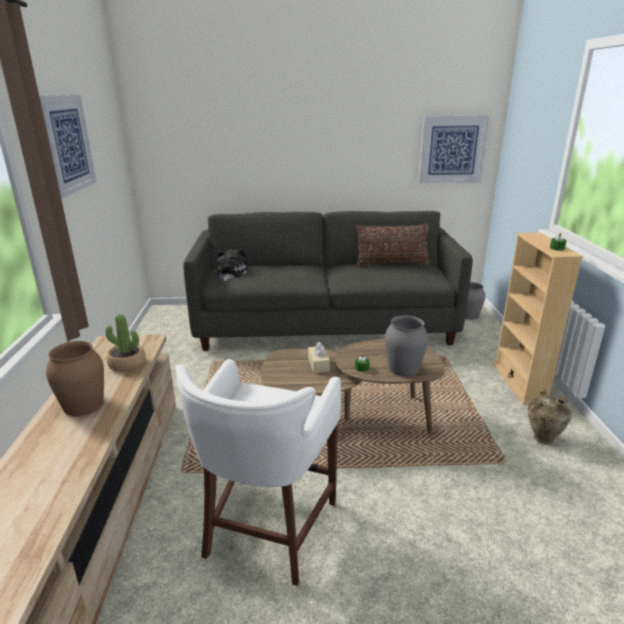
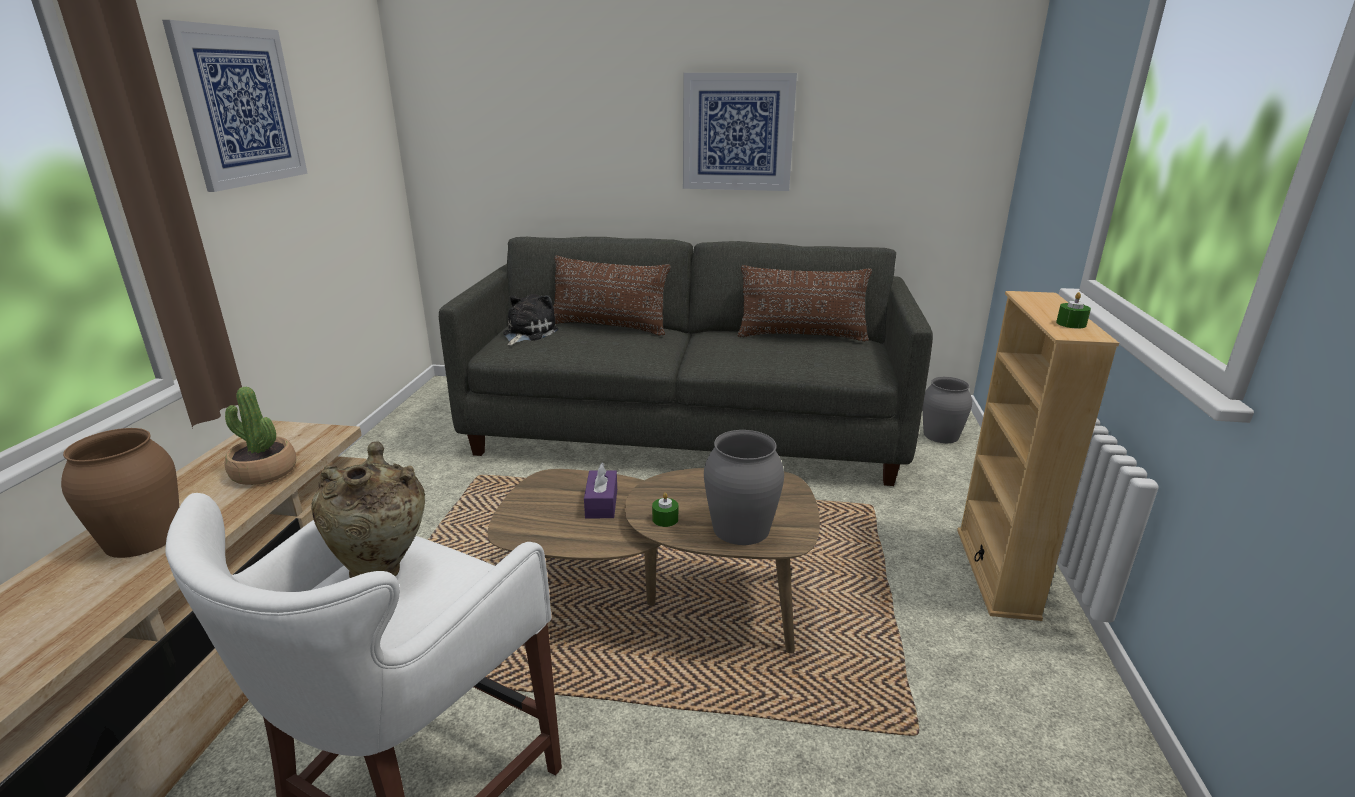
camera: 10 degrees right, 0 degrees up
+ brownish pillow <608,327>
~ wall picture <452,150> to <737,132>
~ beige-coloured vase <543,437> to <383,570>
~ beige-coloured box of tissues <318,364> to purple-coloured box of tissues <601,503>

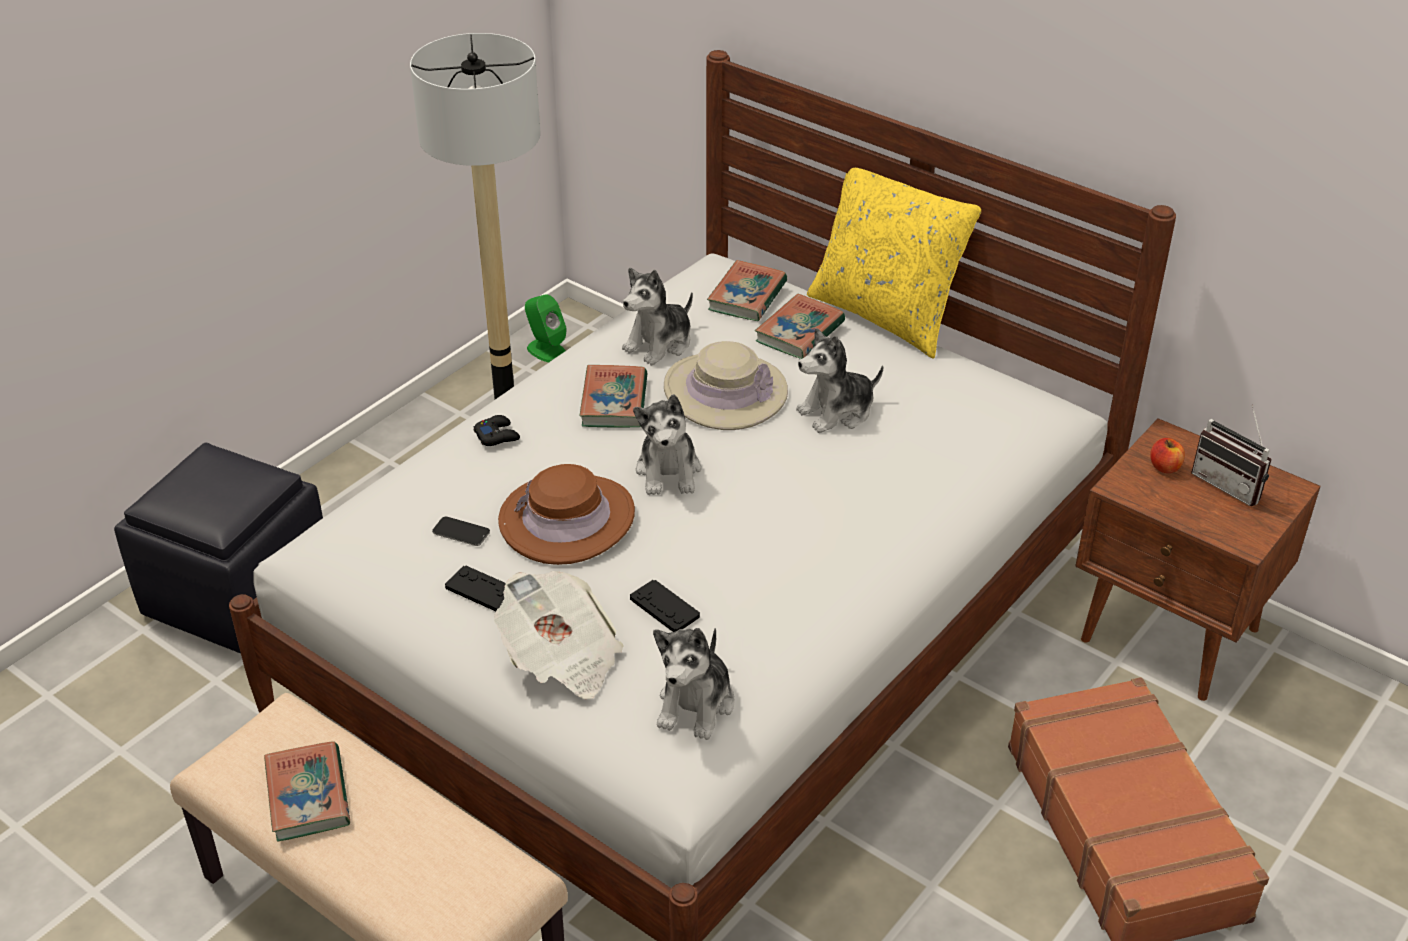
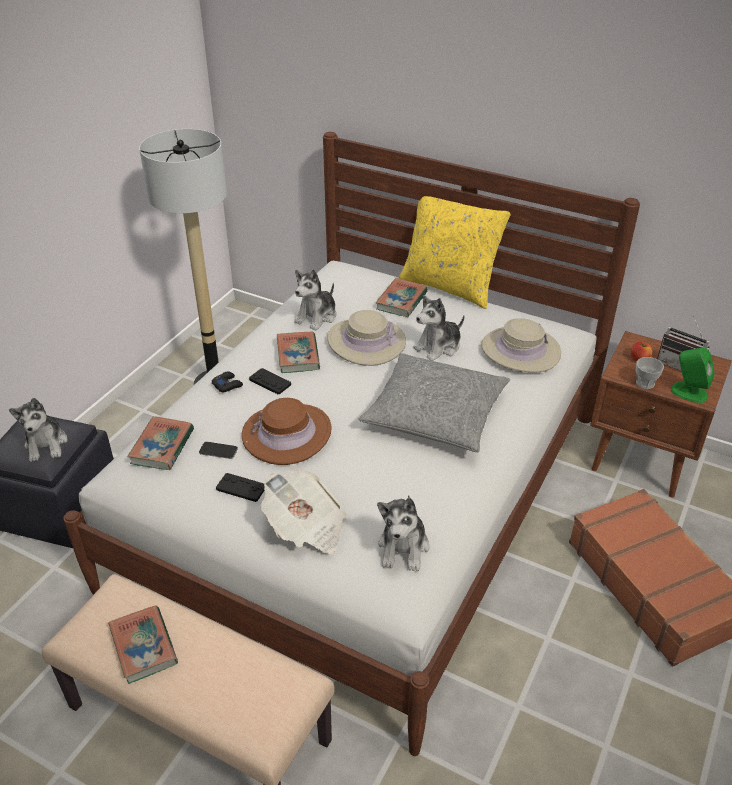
camera: 10 degrees left, 0 degrees up
+ grey pillow <435,413>
+ beige-coloured wearable hat <520,350>
+ cup <645,383>
~ green audio speaker <546,350> to <688,392>
~ blackish gamepad <664,607> to <270,382>
~ soft toy <669,471> to <46,444>
~ bound book <747,296> to <162,447>

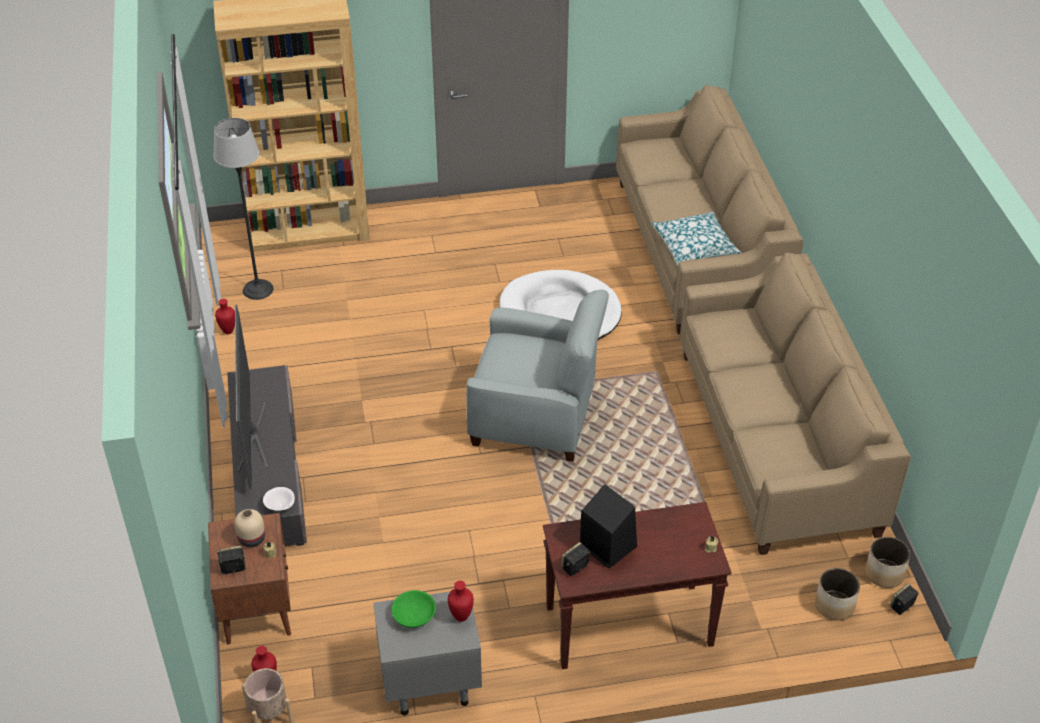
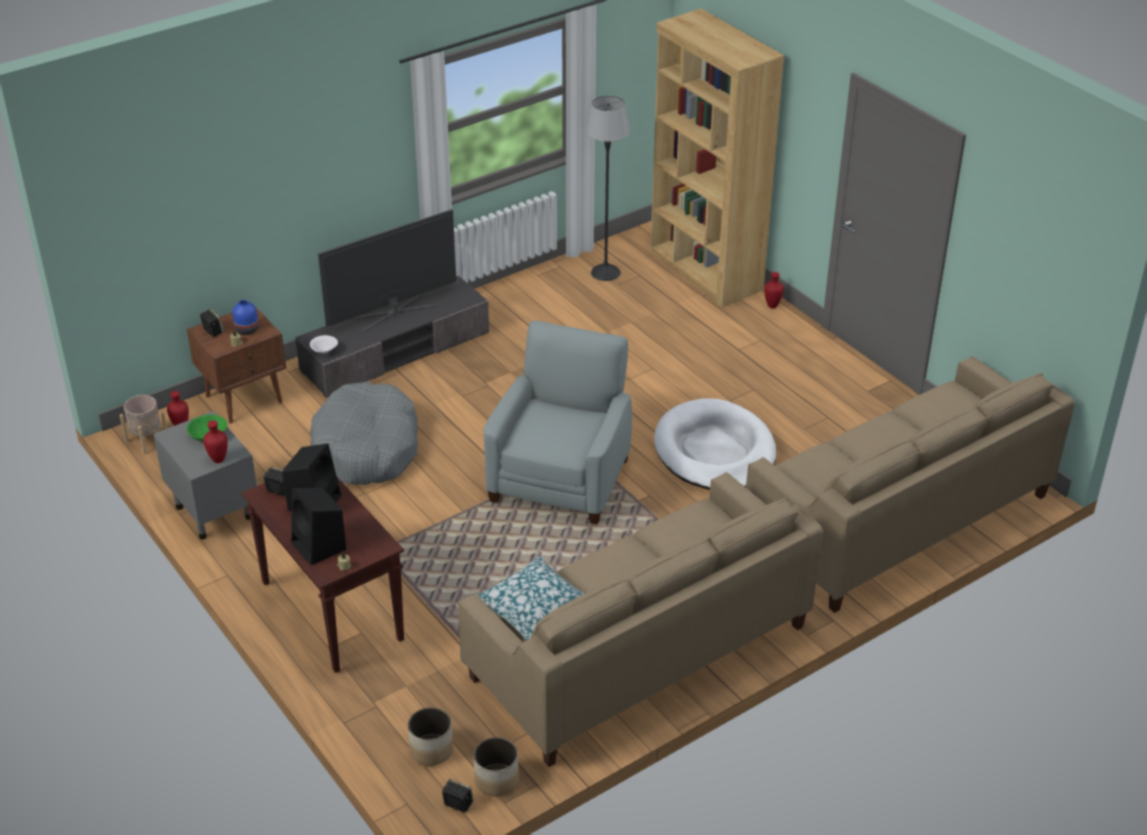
camera: 65 degrees right, 5 degrees down
+ blackish audio speaker <320,546>
+ grey dog cushion <367,448>
~ red-coloured vase <228,331> to <773,306>
~ pillow <694,246> to <535,610>
~ beige-coloured vase <252,538> to blue-coloured vase <247,329>
~ grey lounge chair <536,416> = <561,478> 150 degrees counterclockwise

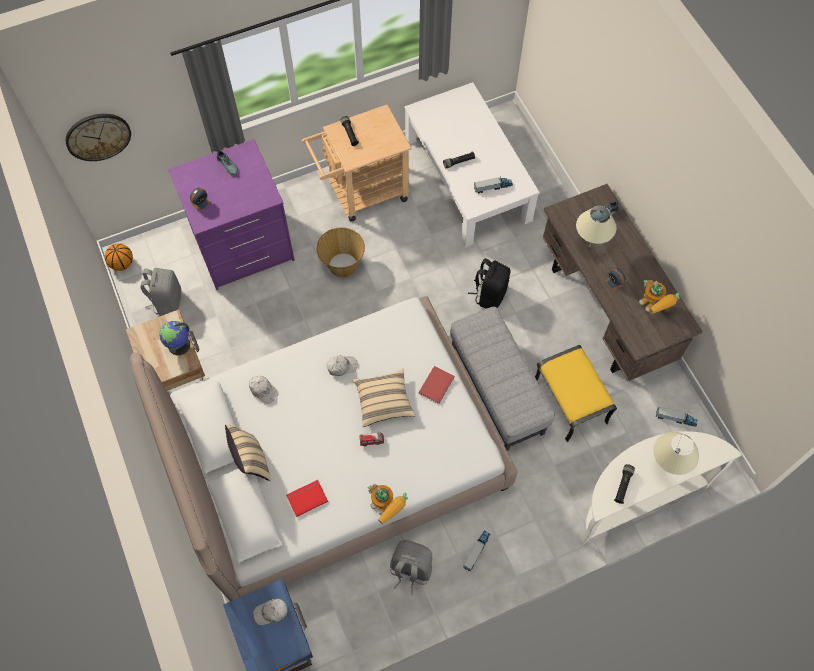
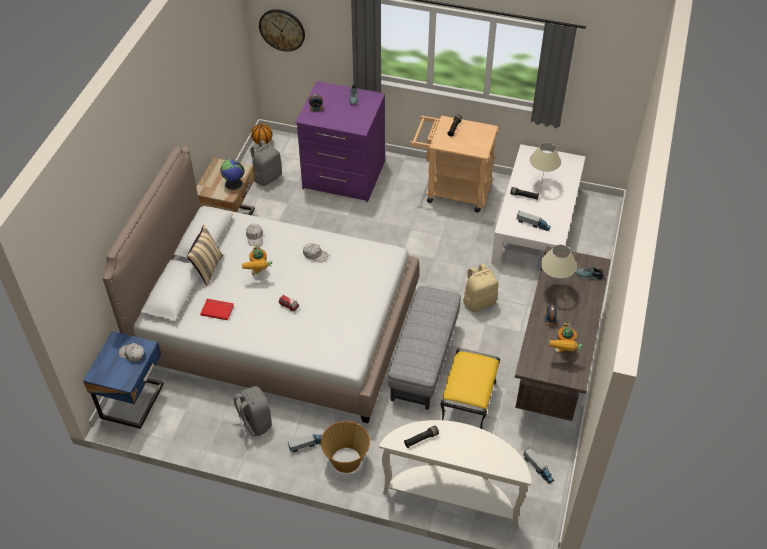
camera: 40 degrees right, 15 degrees down
- beige-coloured pillow <383,401>
- red-coloured bound book <435,385>
~ storage basket <342,264> to <346,459>
~ toy robot <387,509> to <259,274>
~ beige-coloured lamp for a table <665,467> to <541,184>
~ blackish knapsack <489,294> to beige-coloured knapsack <479,301>

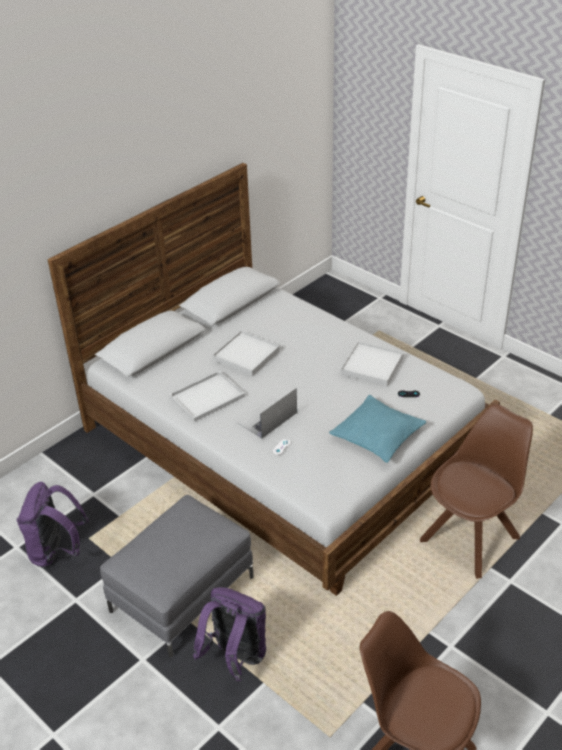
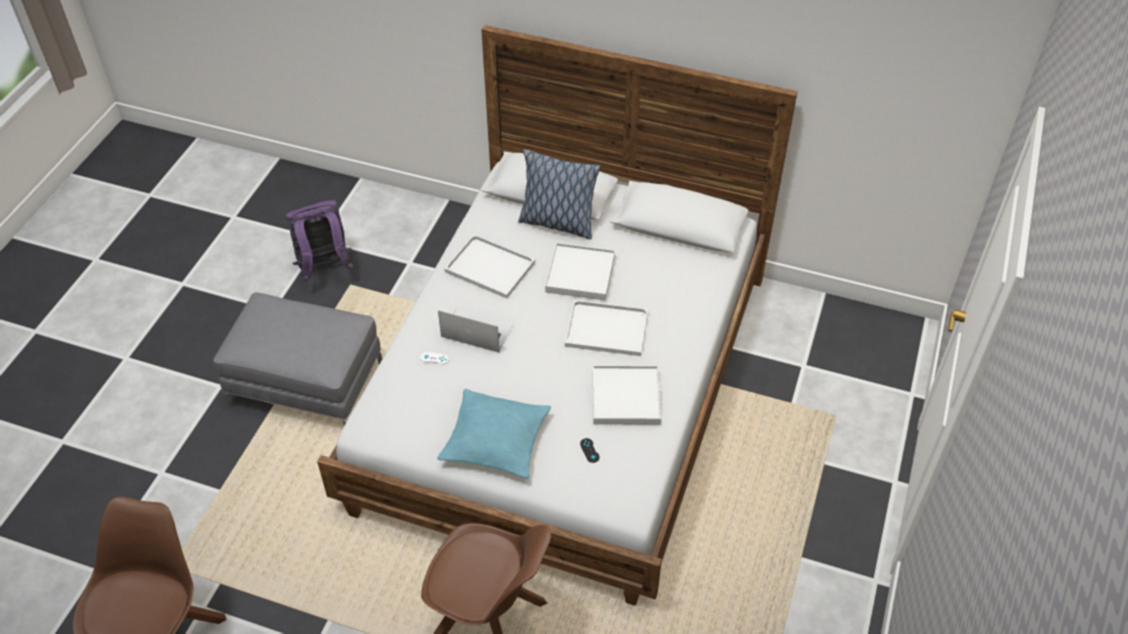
camera: 65 degrees right, 10 degrees up
- purple-coloured knapsack <235,658>
+ pillow <557,223>
+ white-coloured tray <605,329>

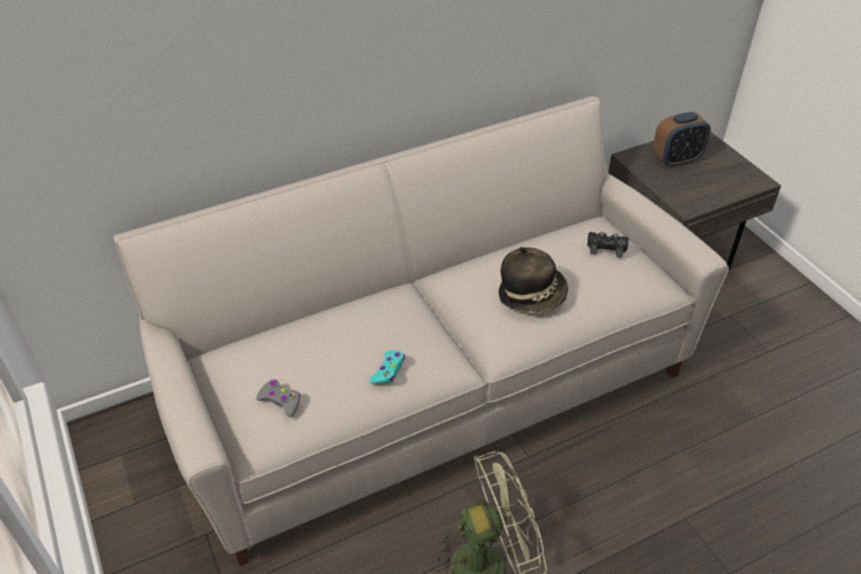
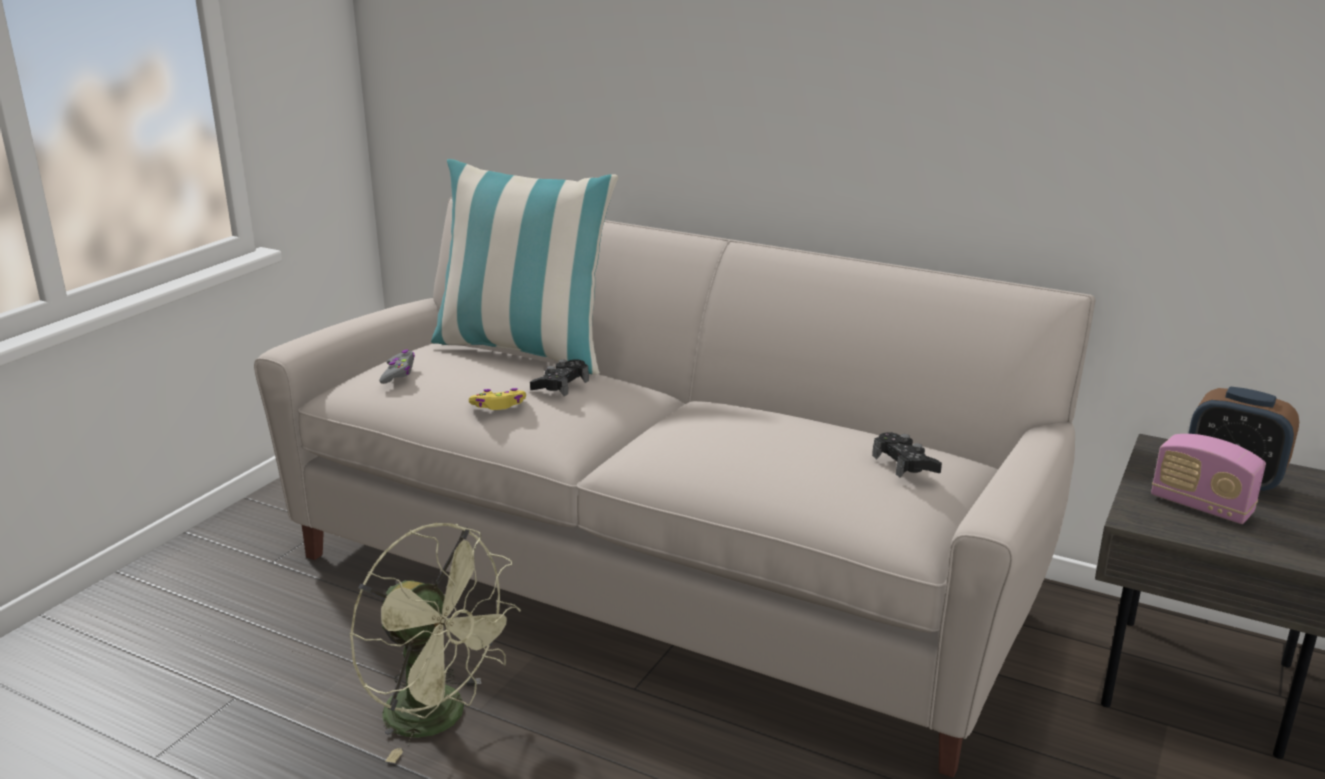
camera: 55 degrees right, 20 degrees down
- wearable hat <532,295>
+ pillow <524,350>
+ blackish gamepad <560,385>
+ radio <1201,506>
~ turquoise gamepad <388,371> to yellow gamepad <499,405>

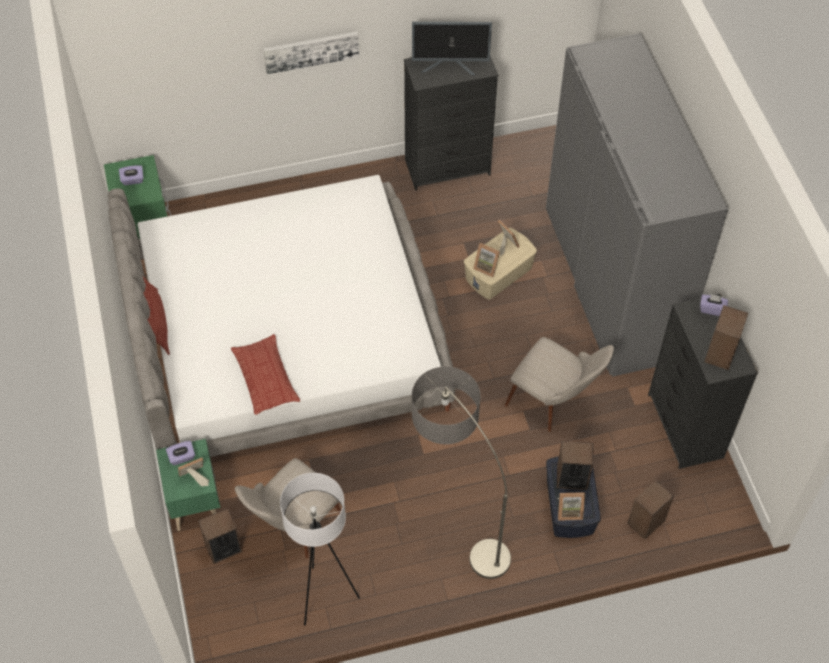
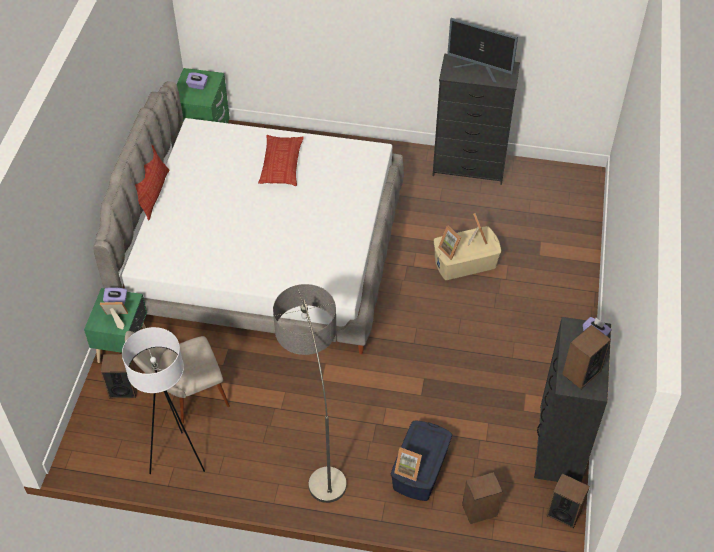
camera: 25 degrees right, 5 degrees down
- wall picture <311,51>
- beige-coloured upright chair <555,403>
- grey wardrobe <610,283>
~ pillow <265,377> to <281,164>
~ audio speaker <571,478> to <564,512>

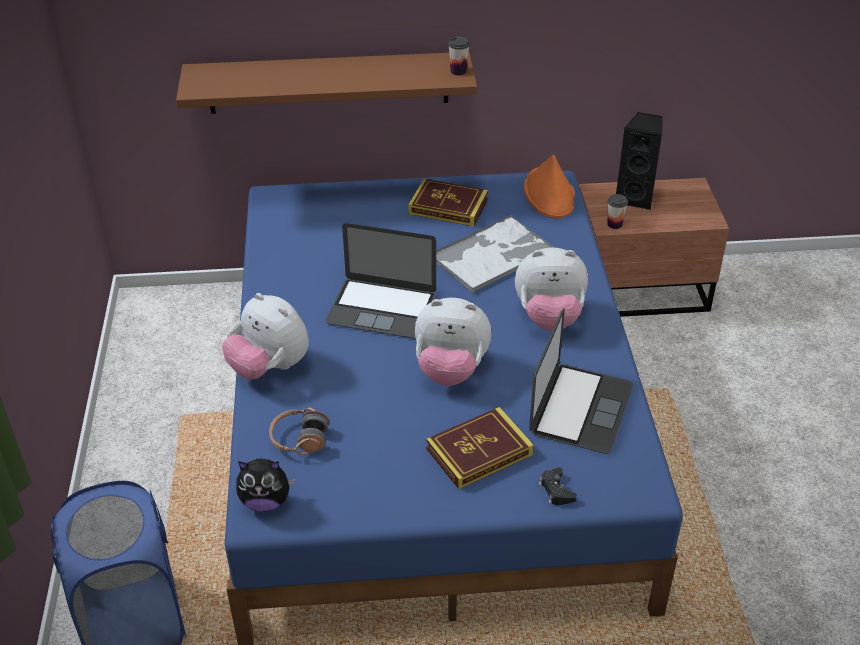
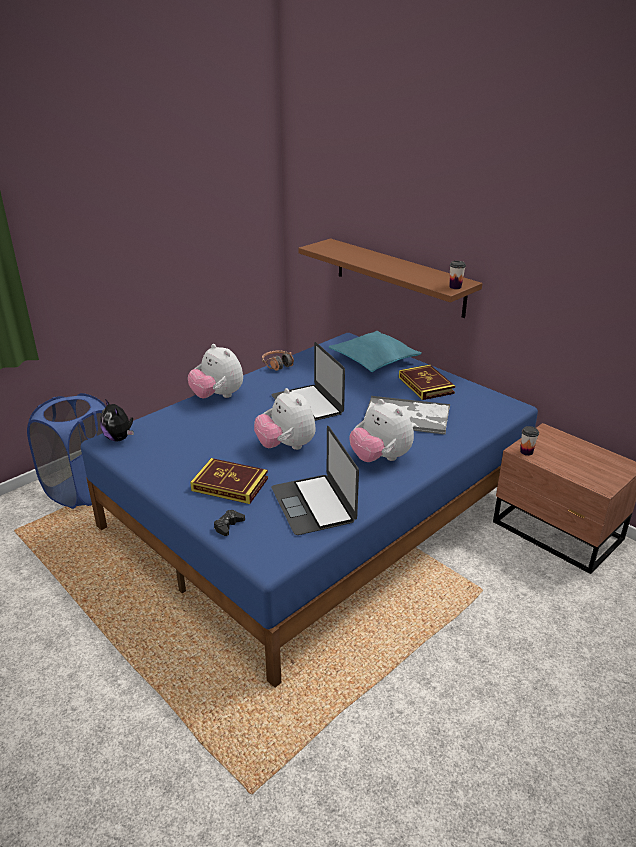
camera: 50 degrees right, 10 degrees down
- orangey wearable hat <549,194>
- blackish audio speaker <636,198>
+ turquoise pillow <374,359>
~ pair of headphones <299,439> to <278,365>
~ soft toy <269,367> = <217,396> 45 degrees counterclockwise
~ notebook computer <580,408> = <313,504> 90 degrees clockwise

